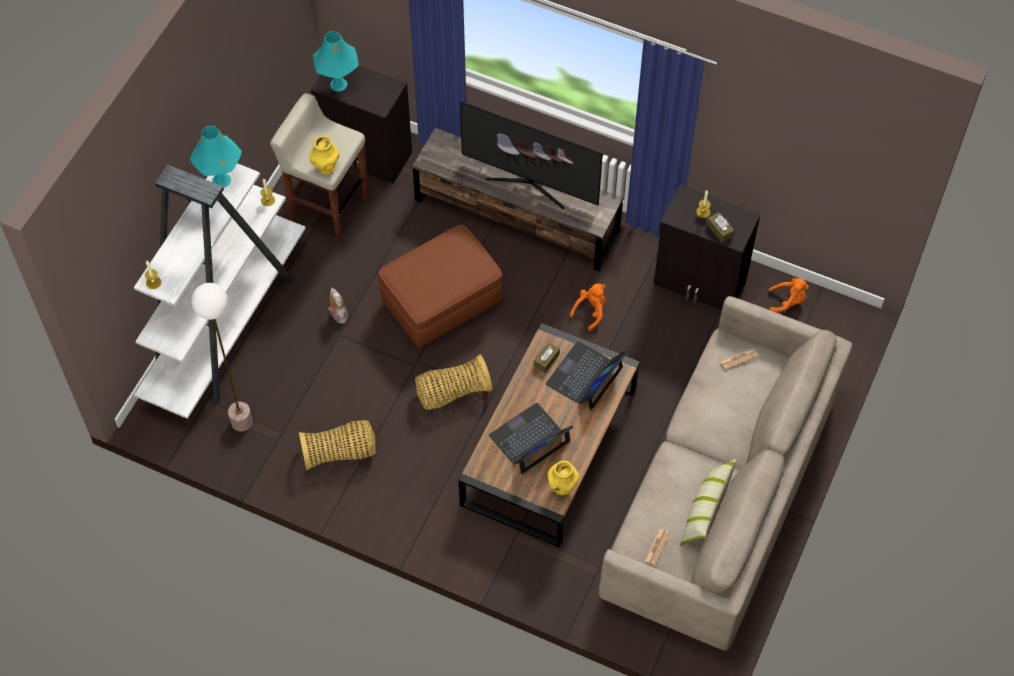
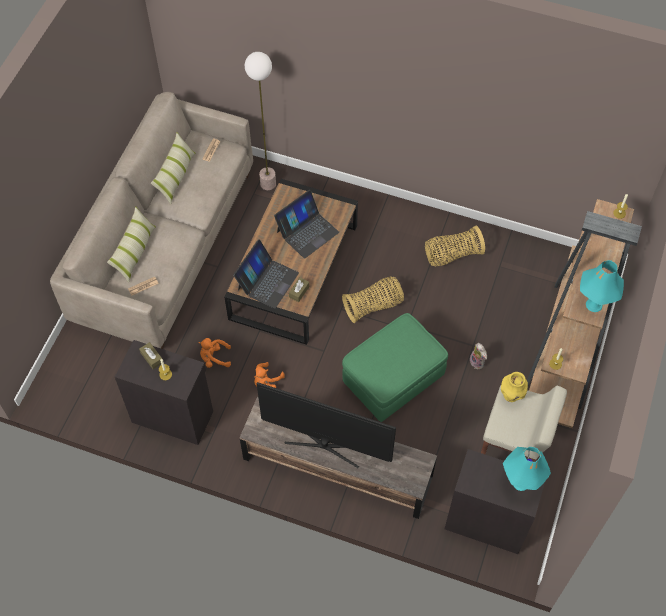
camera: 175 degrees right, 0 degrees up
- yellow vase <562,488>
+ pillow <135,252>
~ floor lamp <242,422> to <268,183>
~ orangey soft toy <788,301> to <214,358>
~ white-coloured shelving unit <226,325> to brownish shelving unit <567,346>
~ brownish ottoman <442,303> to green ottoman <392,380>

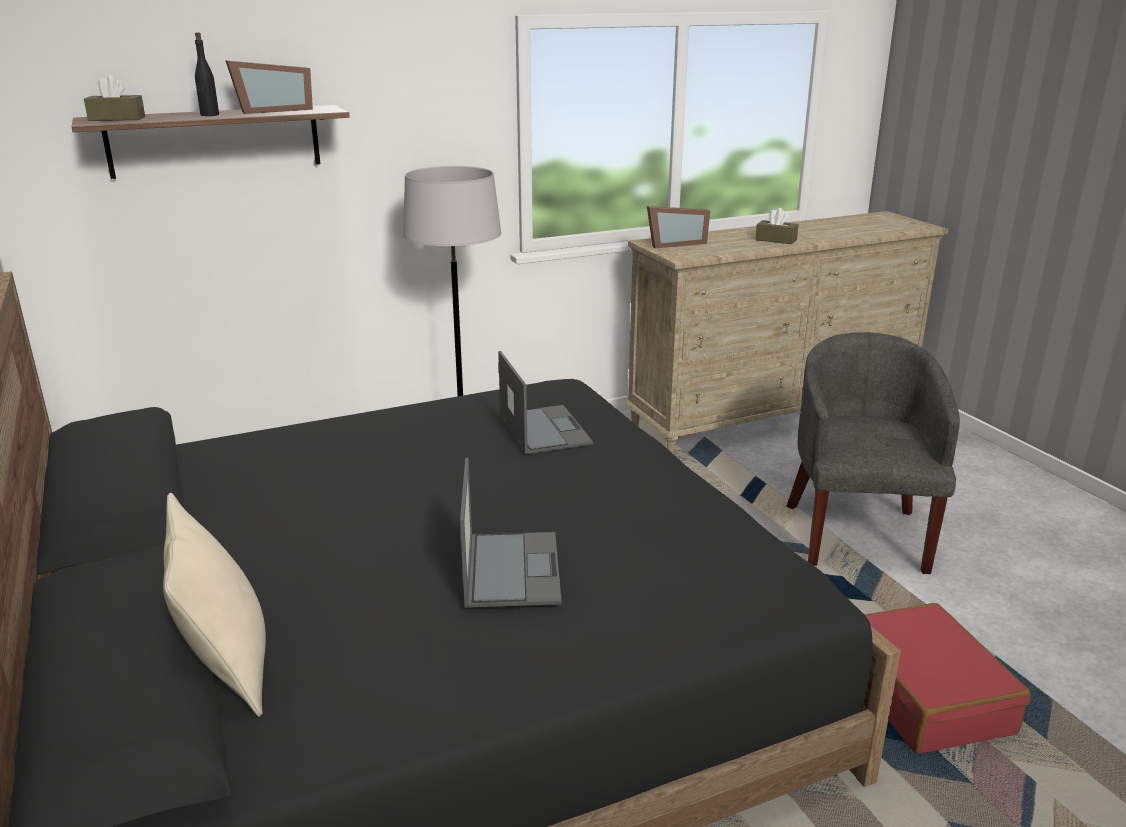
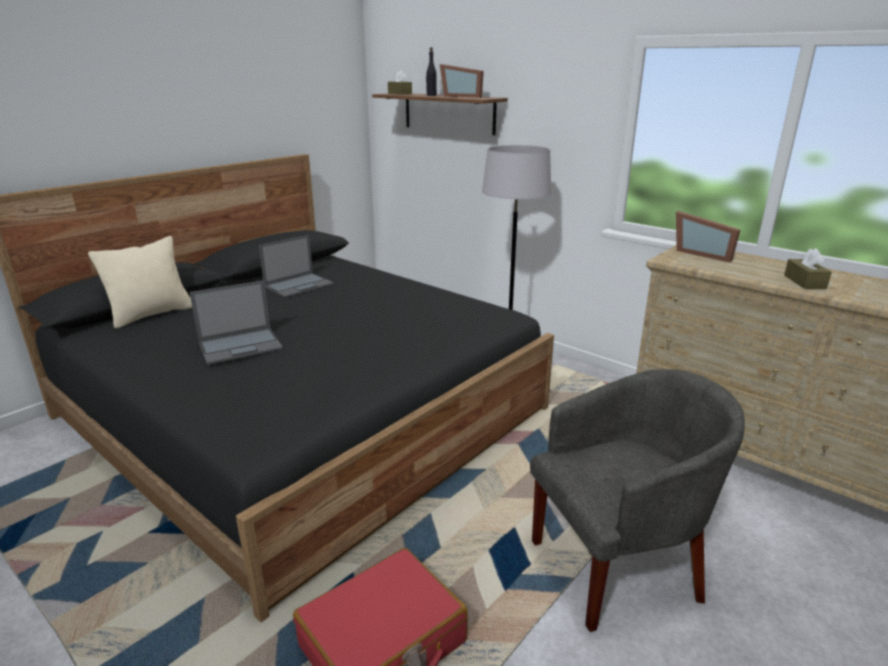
camera: 65 degrees right, 0 degrees up
~ notebook computer <543,429> to <299,285>

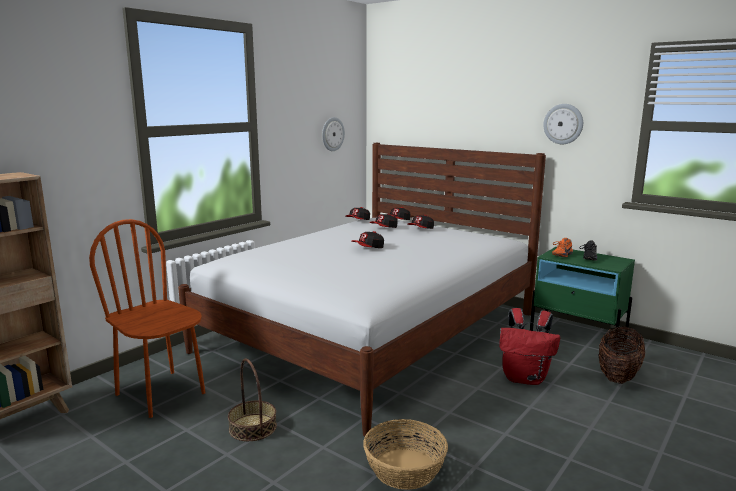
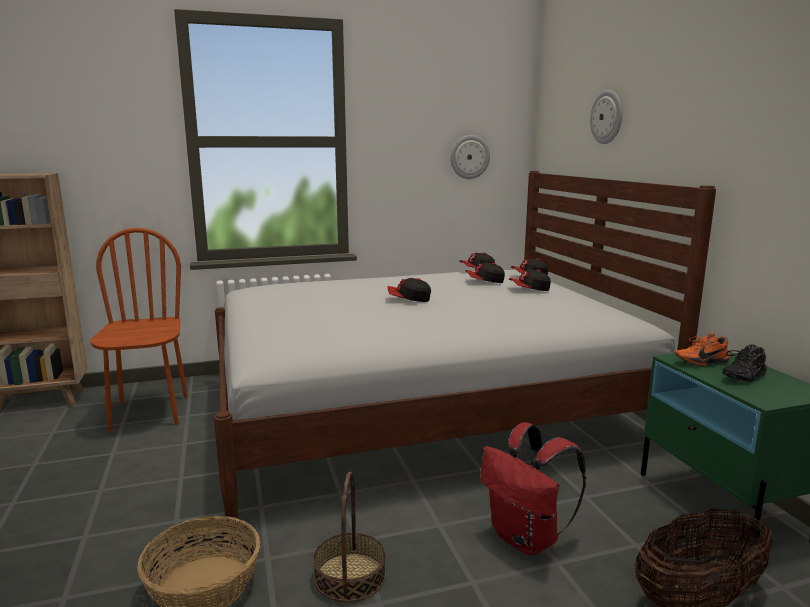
camera: 35 degrees right, 0 degrees up
~ storage basket <252,427> to <350,576>
~ hanging clock <563,124> to <607,117>

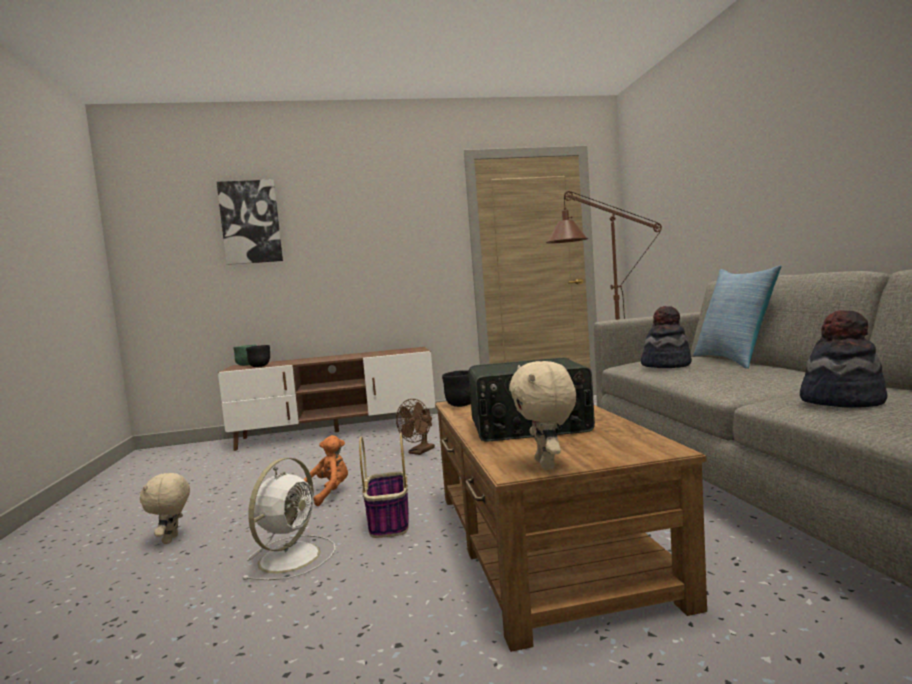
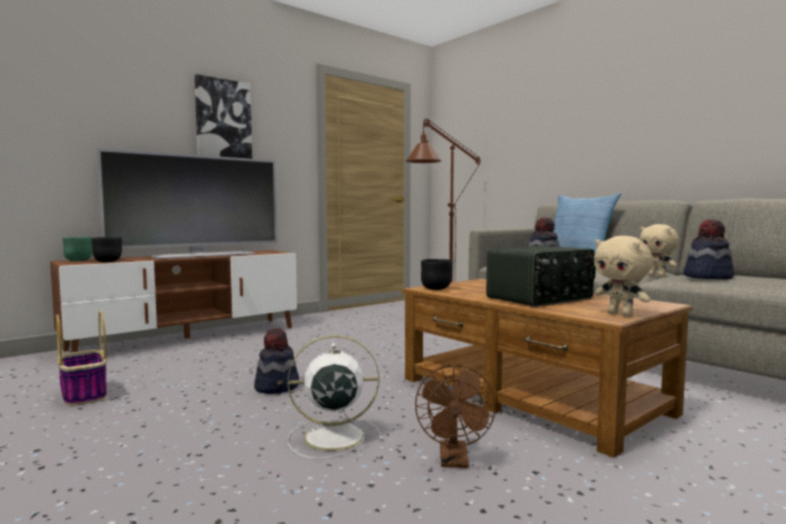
camera: 30 degrees left, 0 degrees up
+ television <203,255>
~ beige-coloured soft toy <172,540> to <657,276>
~ wall picture <250,222> to <223,121>
~ storage basket <388,522> to <83,394>
~ brownish cooling fan <419,452> to <454,461>
~ orangey soft toy <328,493> to wearable hat <277,387>
~ white-coloured cooling fan <291,556> = <331,437> 90 degrees counterclockwise

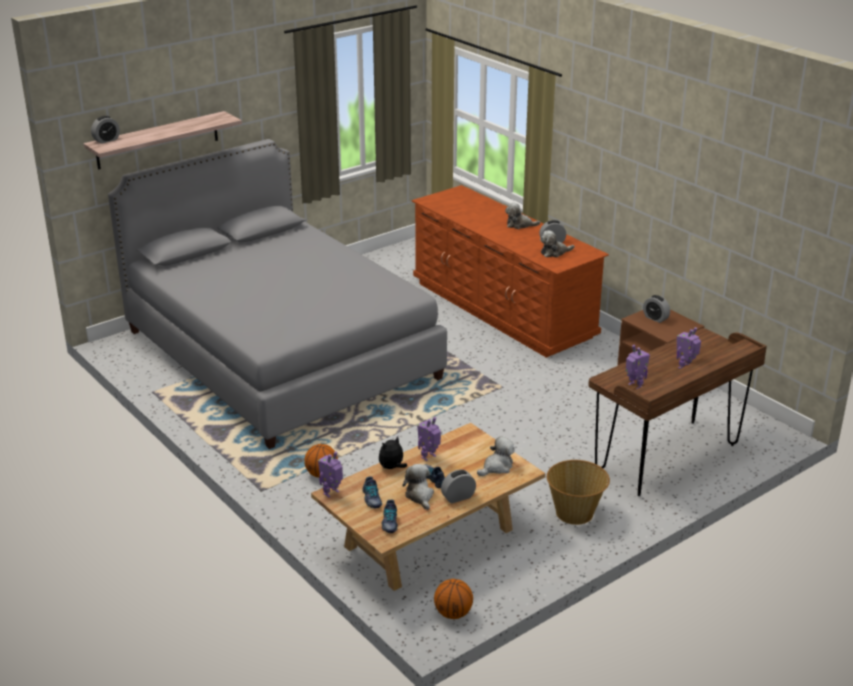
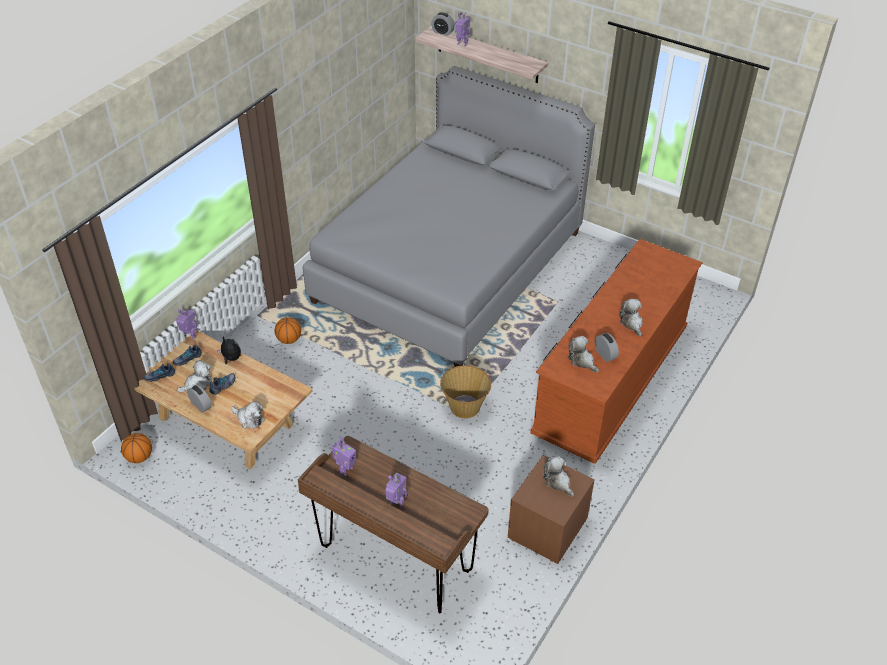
camera: 70 degrees right, 15 degrees up
~ toy robot <429,457> to <462,44>
~ storage basket <575,513> to <465,407>
~ table clock <655,318> to soft toy <558,482>

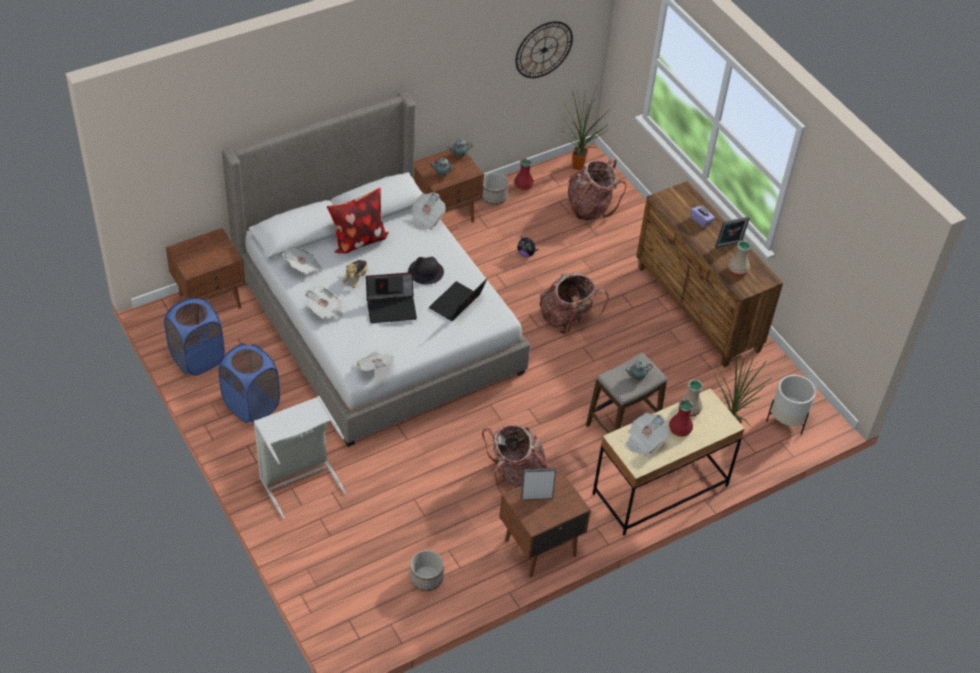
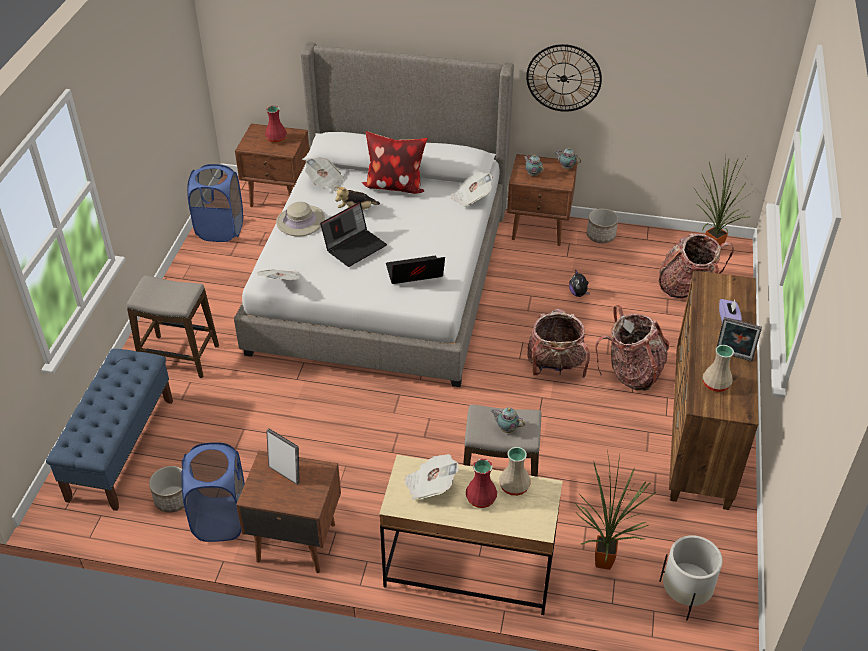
camera: 45 degrees right, 5 degrees down
- blackish wearable hat <425,272>
+ blue-coloured long seat <121,448>
~ blue-coloured hamper <252,405> to <221,519>
~ knapsack <515,475> to <632,373>
~ red-coloured vase <523,186> to <276,139>
~ hanging clock <544,49> to <563,78>
~ grey hamper <299,479> to stool seat <179,356>
~ daily paper <325,311> to beige-coloured wearable hat <300,221>
~ notebook computer <392,307> = <355,246> 75 degrees counterclockwise

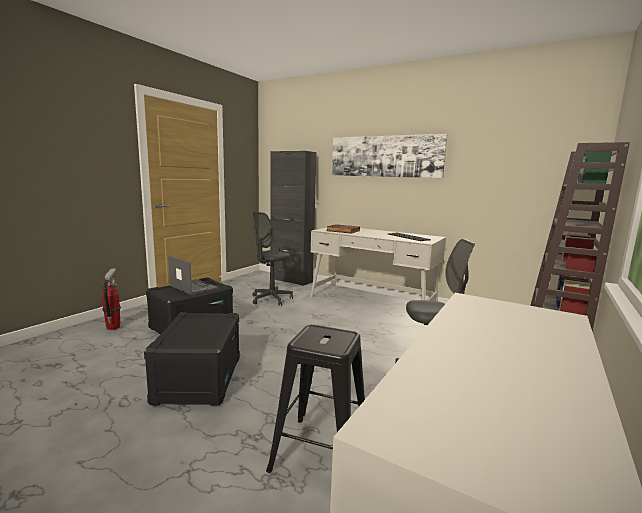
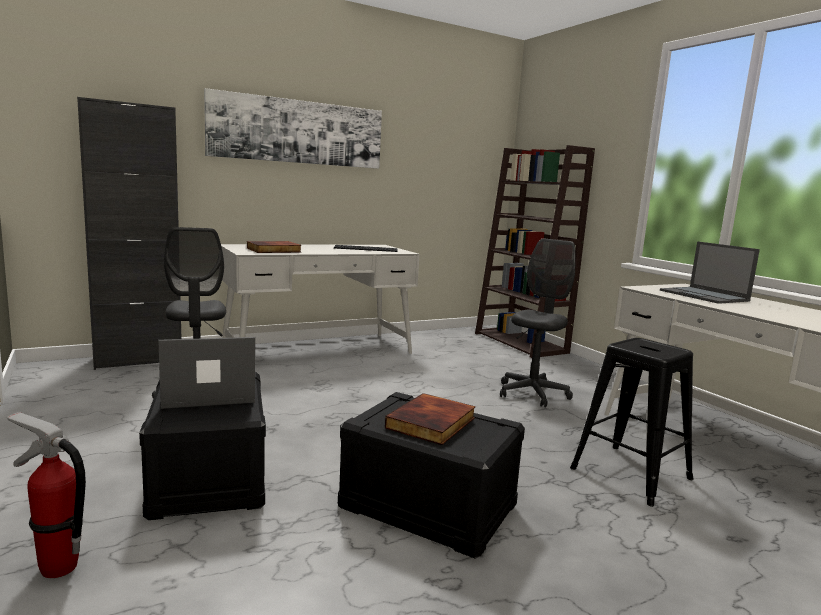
camera: 60 degrees left, 0 degrees up
+ bound book <432,423>
+ notebook computer <704,296>

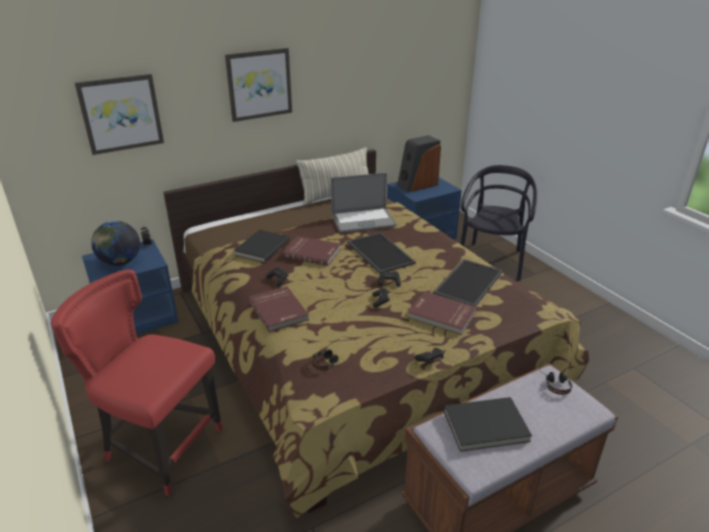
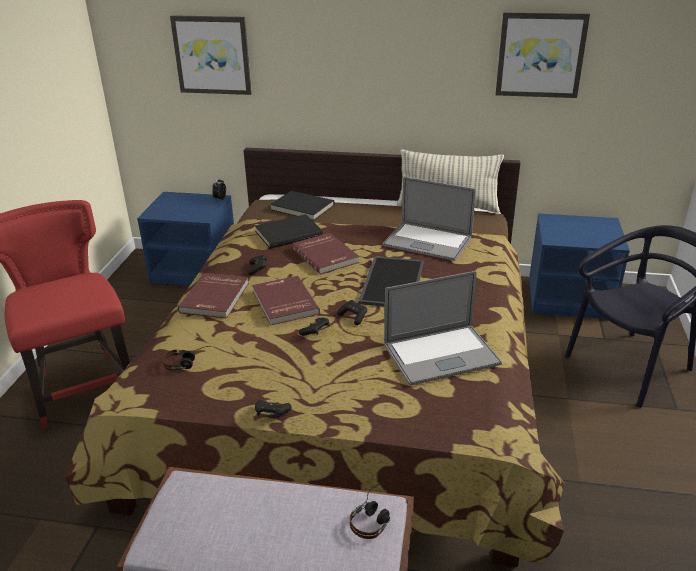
camera: 40 degrees right, 0 degrees up
- globe <120,262>
- audio speaker <417,185>
~ wall picture <259,84> to <540,55>
~ red-coloured bound book <441,315> to <284,303>
~ blackish bound book <486,427> to <302,208>
~ tray <467,282> to notebook computer <441,355>

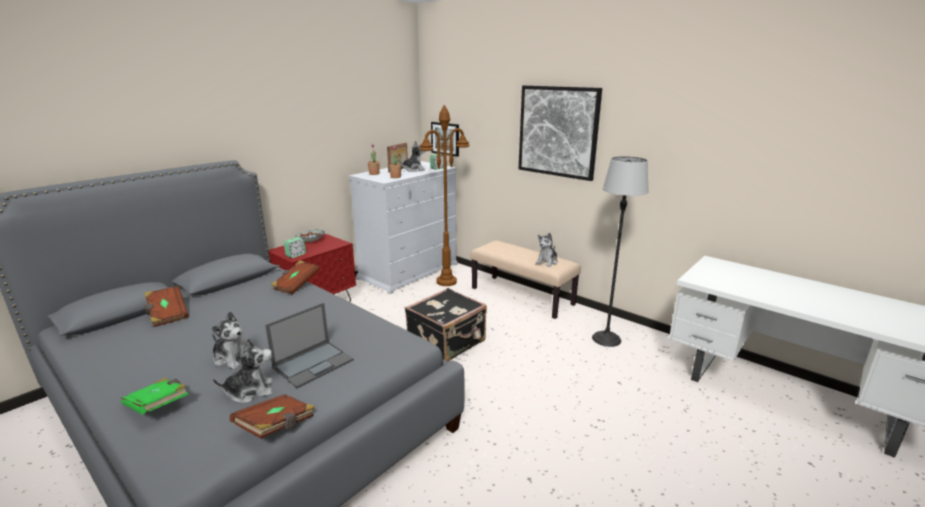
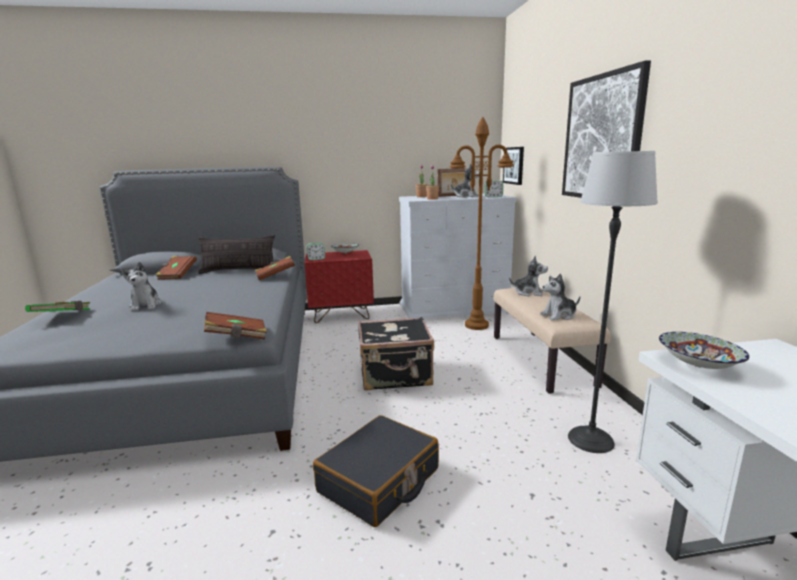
camera: 40 degrees right, 5 degrees down
- notebook computer <314,363>
+ pillow <239,271>
+ blackish piece of luggage <379,481>
+ bowl <698,365>
~ soft toy <250,391> to <528,293>
~ brownish bound book <277,426> to <237,337>

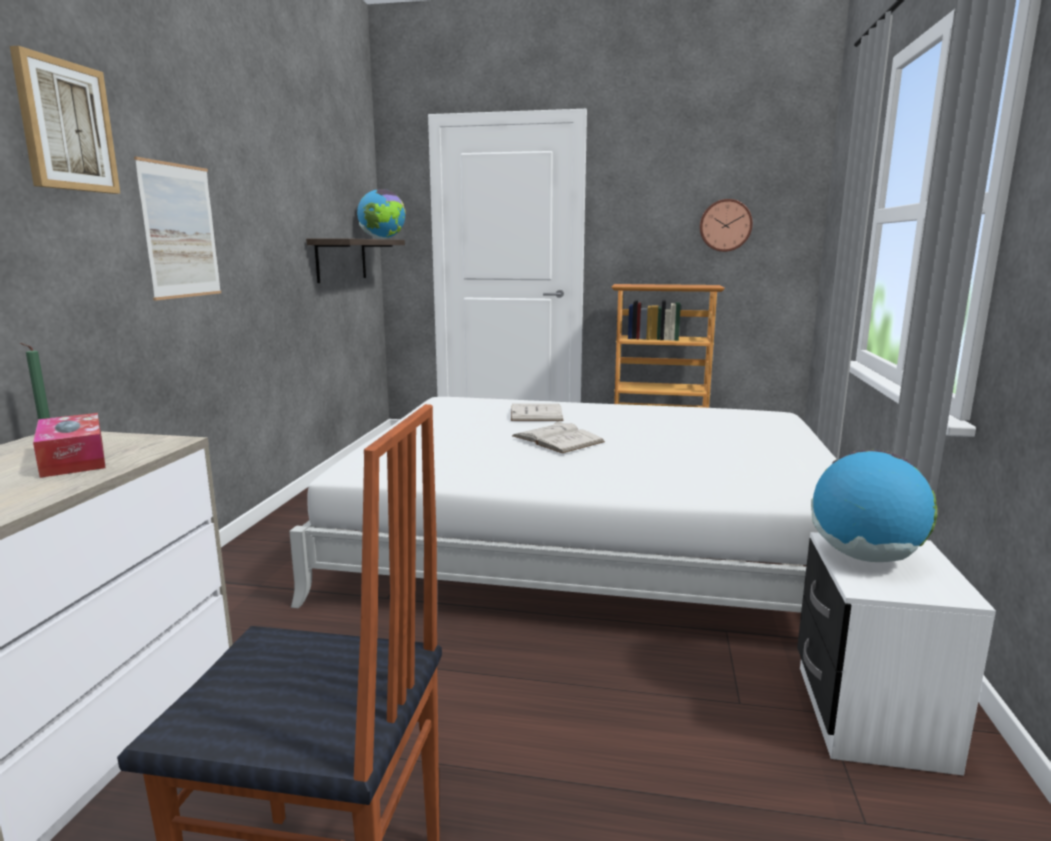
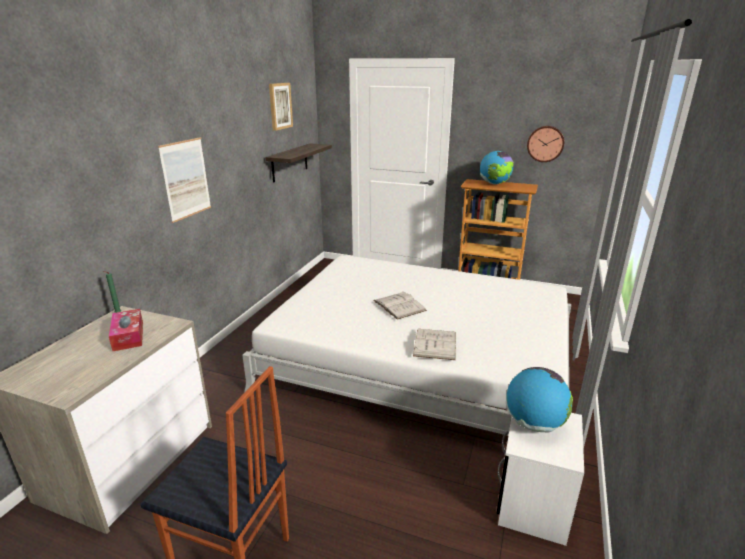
camera: 10 degrees right, 10 degrees up
~ wall picture <66,126> to <280,106>
~ globe <382,239> to <494,184>
~ white-coloured bound book <536,413> to <435,344>

